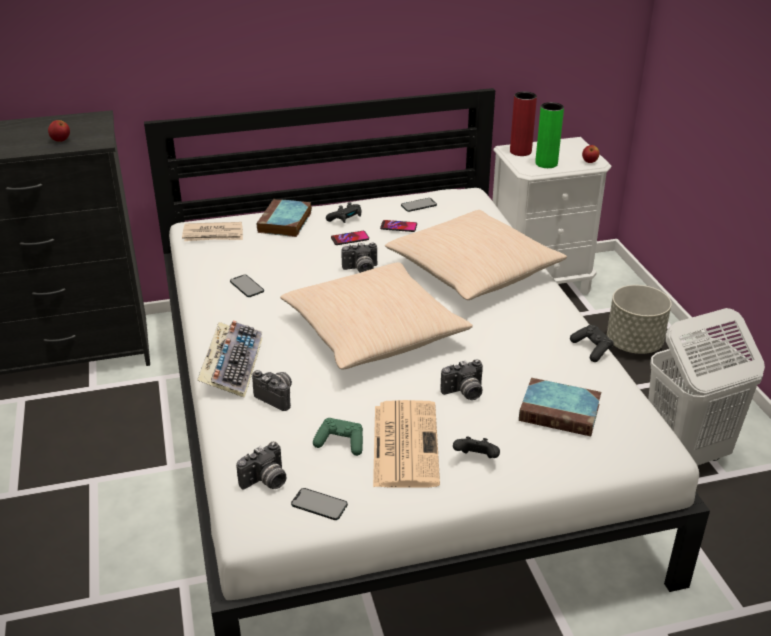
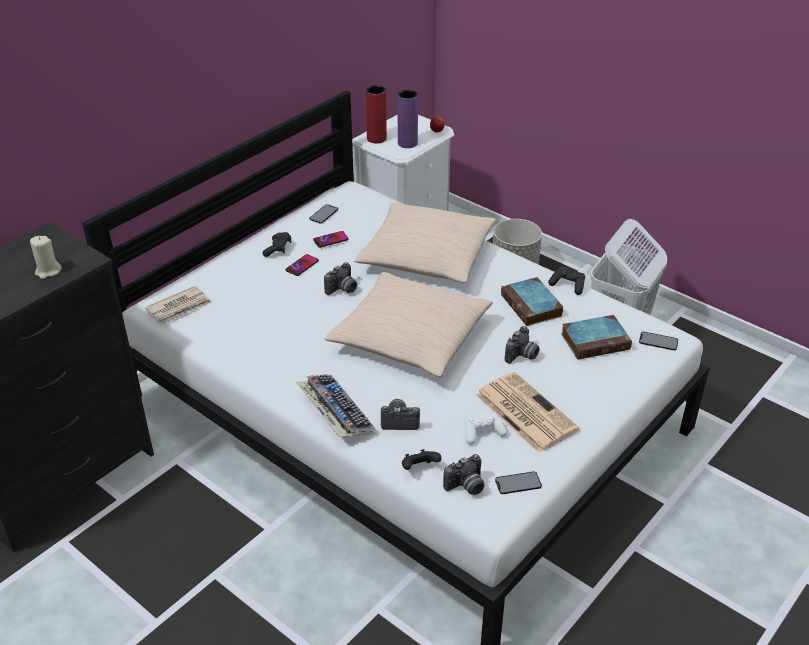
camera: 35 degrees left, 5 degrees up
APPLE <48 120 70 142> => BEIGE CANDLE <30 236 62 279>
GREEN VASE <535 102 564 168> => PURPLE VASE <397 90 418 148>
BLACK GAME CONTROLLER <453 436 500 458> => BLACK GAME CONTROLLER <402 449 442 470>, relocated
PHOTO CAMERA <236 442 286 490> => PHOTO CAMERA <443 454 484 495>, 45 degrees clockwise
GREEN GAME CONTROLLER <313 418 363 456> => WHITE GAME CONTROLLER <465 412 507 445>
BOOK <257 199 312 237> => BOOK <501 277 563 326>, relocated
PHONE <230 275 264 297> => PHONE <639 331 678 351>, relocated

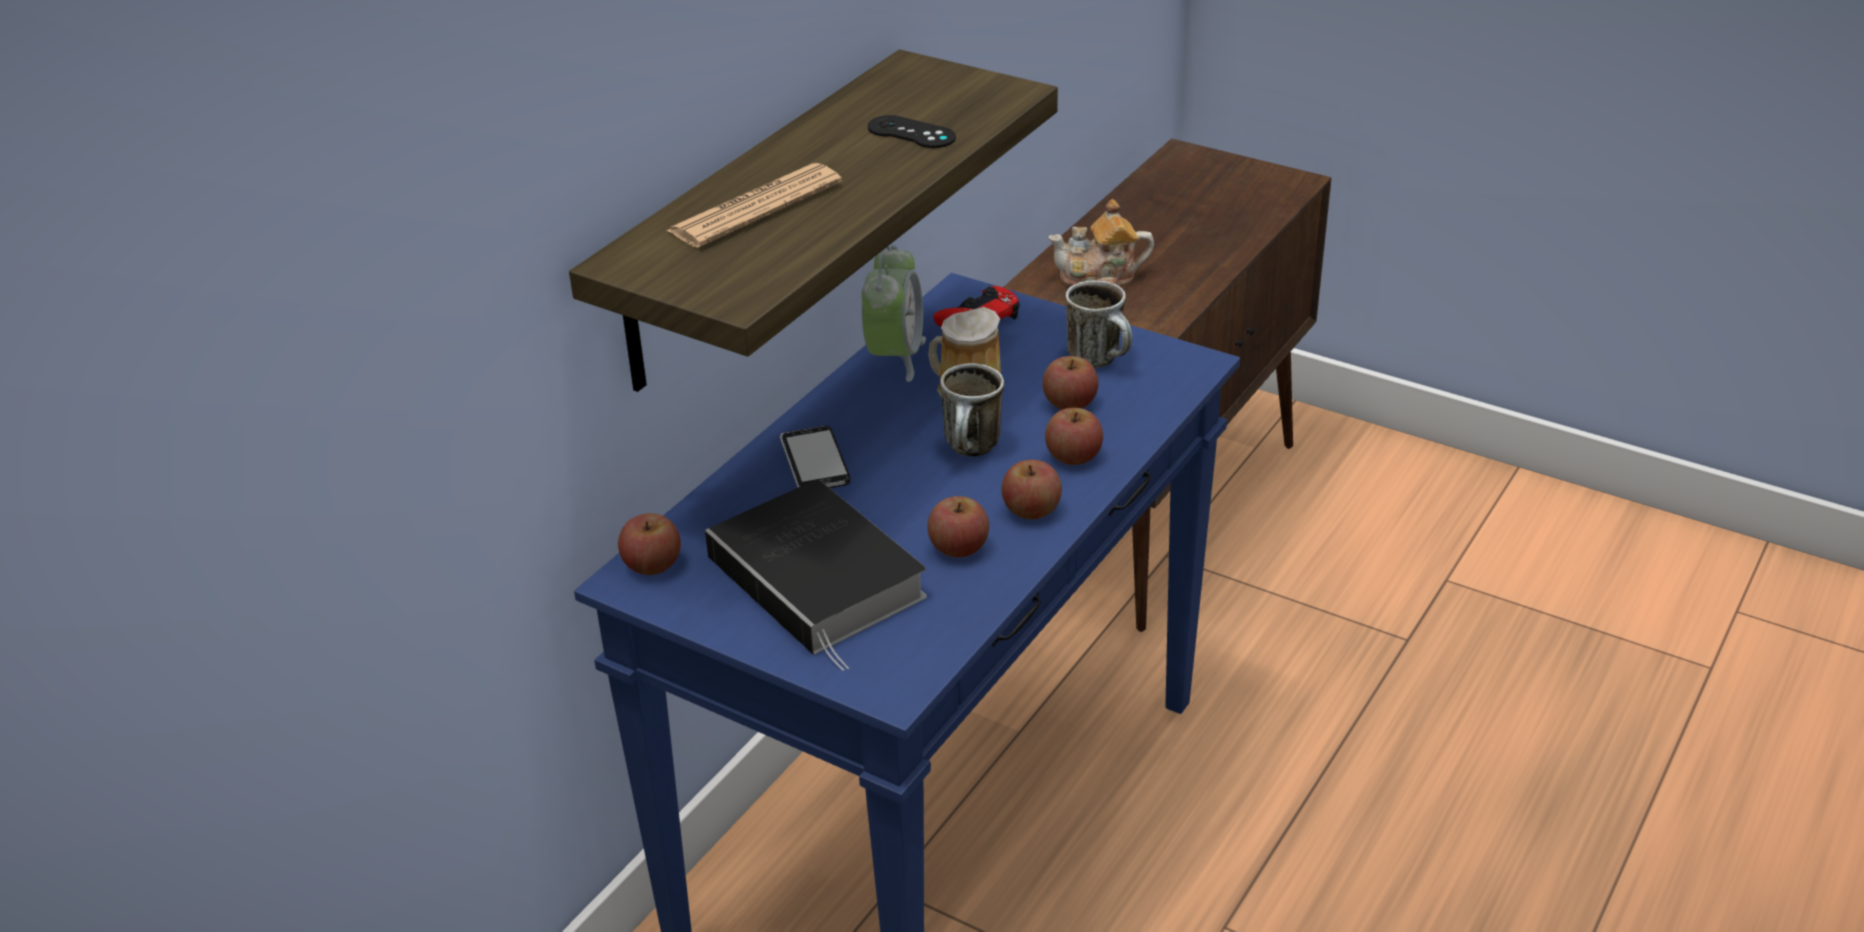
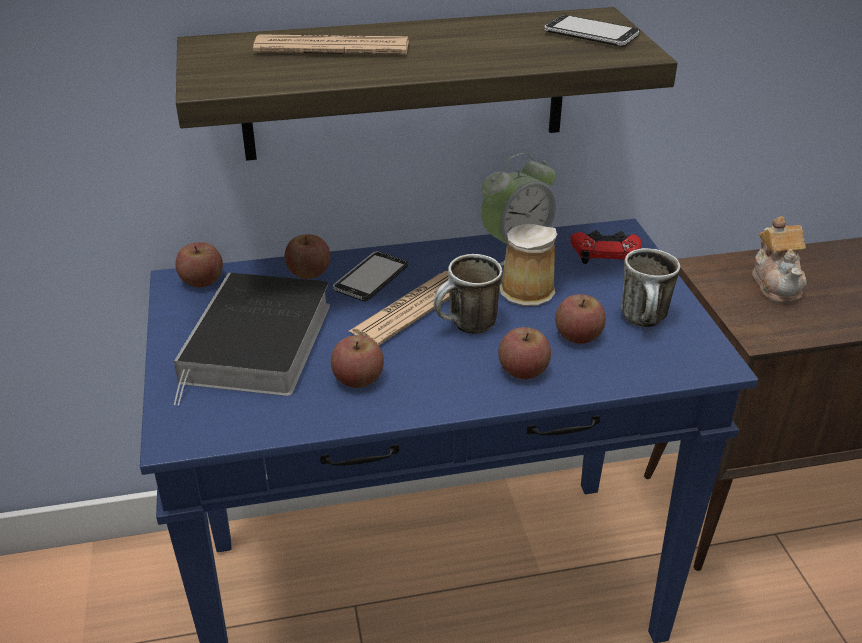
camera: 45 degrees right, 0 degrees up
APPLE <1001 460 1062 519> => APPLE <285 234 330 279>, relocated
nothing => NEWSPAPER <349 271 449 345>
nothing => PHONE <544 15 640 47>
TEAPOT <1048 199 1154 286> => TEAPOT <752 216 807 303>, 135 degrees counterclockwise
BLACK GAME CONTROLLER <868 115 956 148> => nothing

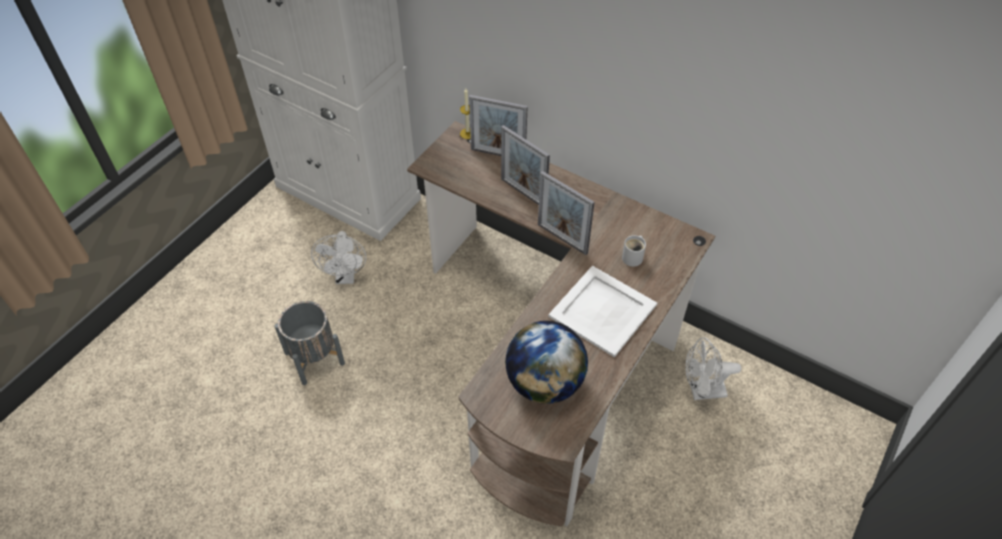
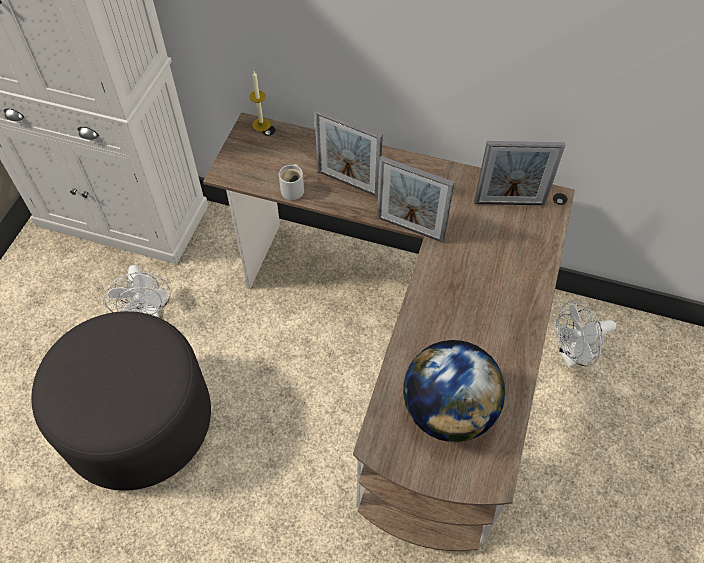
camera: 15 degrees left, 5 degrees up
GREY PLANTER <275 301 345 385> => GREY OTTOMAN <31 311 211 491>
WHITE MUG <622 235 646 267> => WHITE MUG <279 164 304 200>, relocated
PICTURE FRAME <469 95 528 156> => PICTURE FRAME <474 141 566 206>, relocated
WHITE TRAY <548 266 657 358> => nothing

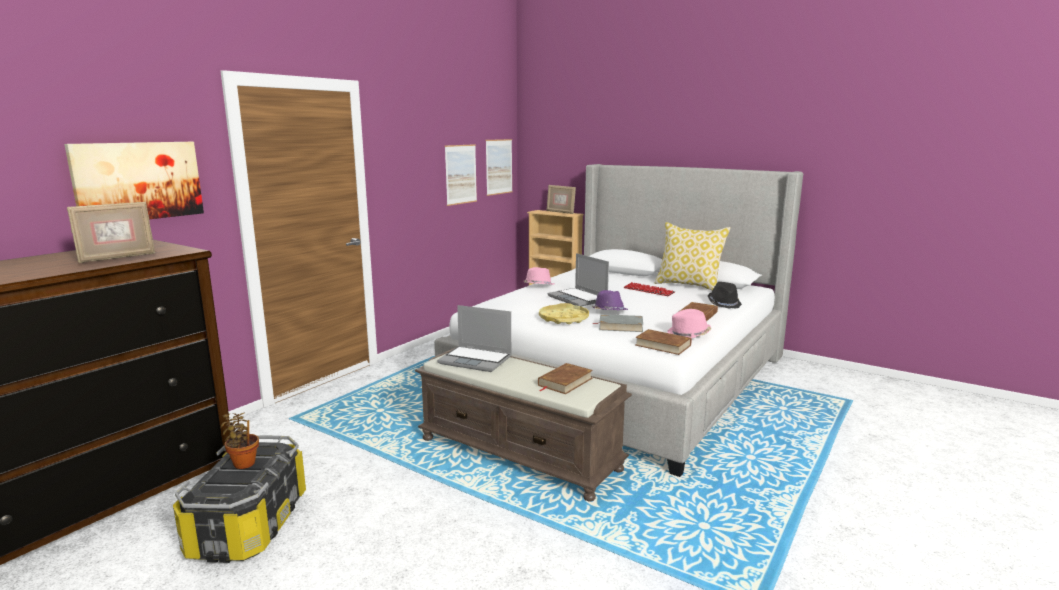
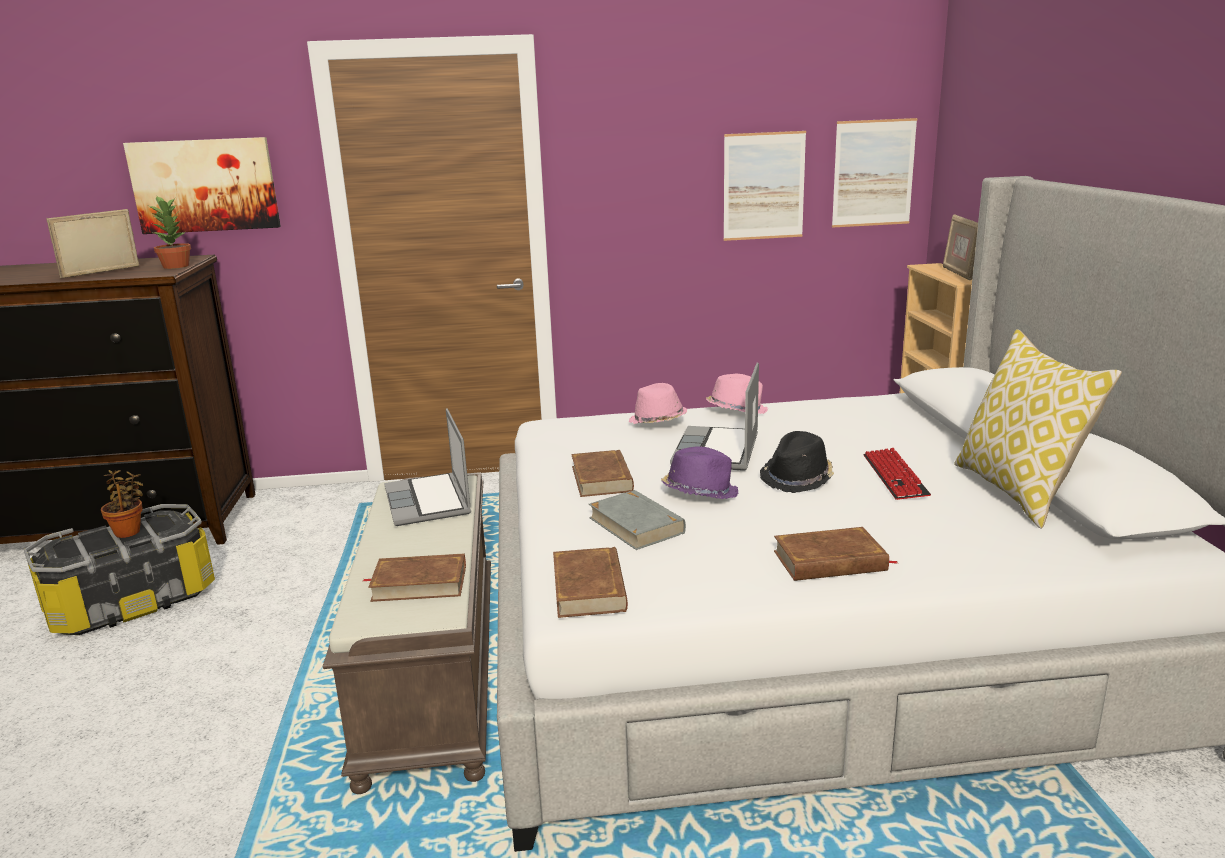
camera: 50 degrees right, 5 degrees up
PICTURE FRAME <67 201 156 263> => PICTURE FRAME <46 209 139 278>, 135 degrees clockwise
nothing => POTTED PLANT <149 195 191 269>
YELLOW TRAY <539 303 589 324> => BROWN BOOK <571 450 634 497>
PINK HAT <667 309 712 338> => PINK HAT <629 383 687 424>, relocated
BLACK HAT <708 282 742 309> => BLACK HAT <760 431 834 493>, relocated

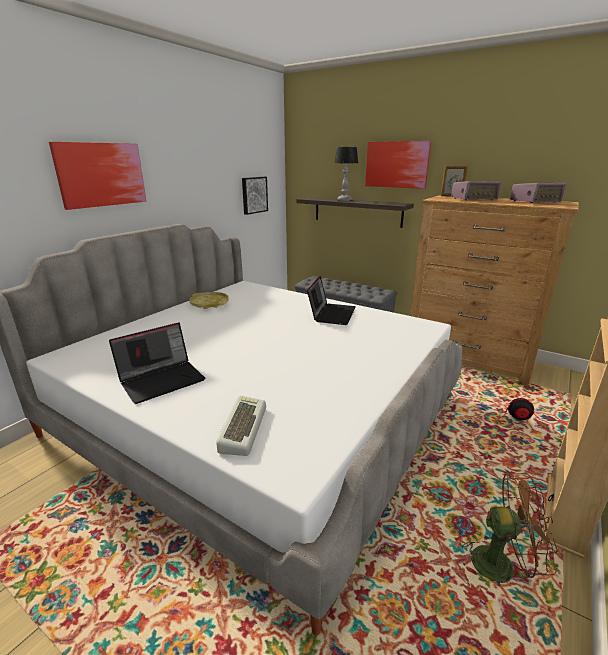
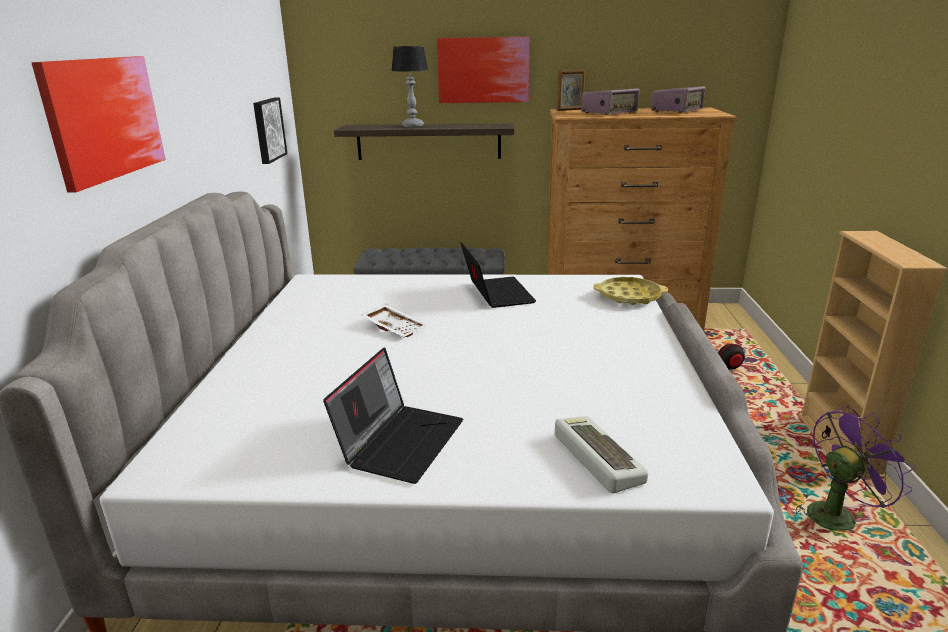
camera: 30 degrees left, 0 degrees up
nothing => WHITE TRAY <361 304 427 337>
YELLOW TRAY <190 292 229 309> => YELLOW TRAY <593 277 668 305>, relocated
BROWN FAN <462 472 558 586> => PURPLE FAN <794 406 916 533>

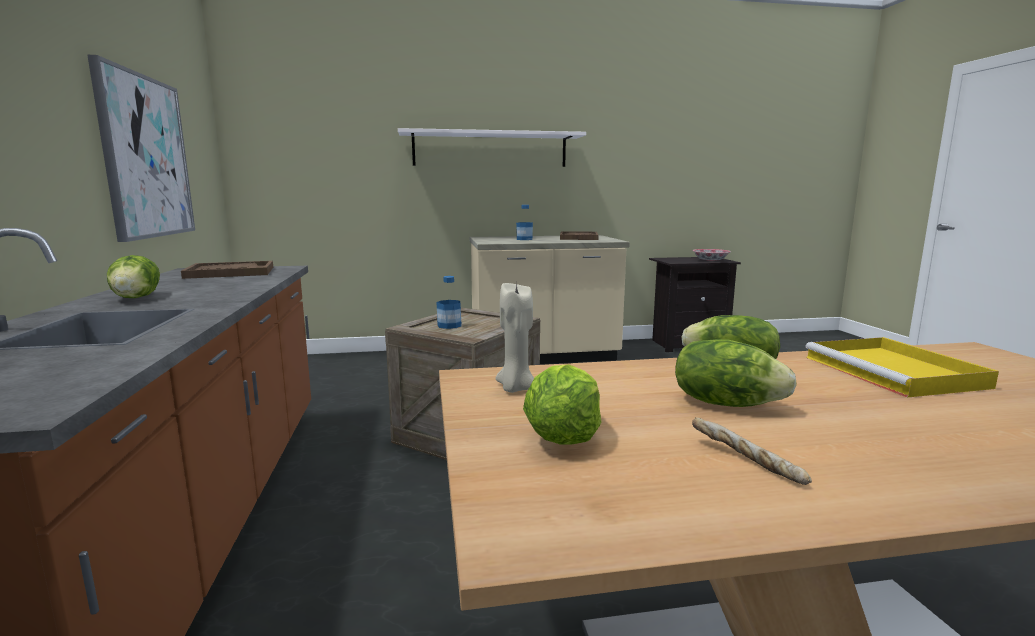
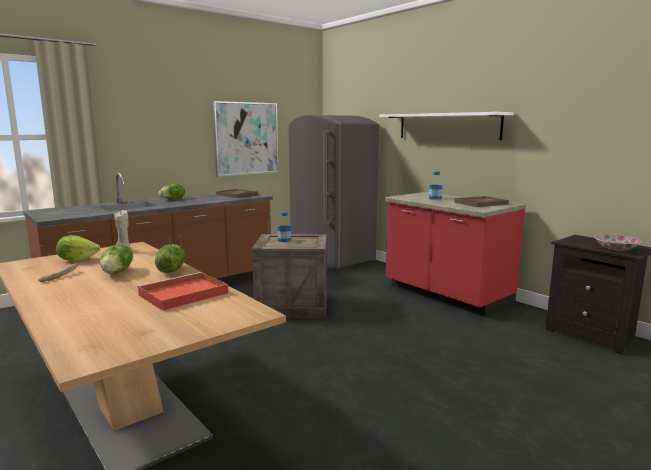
camera: 60 degrees right, 0 degrees up
YELLOW TRAY <805 337 999 398> => RED TRAY <137 272 228 311>
nothing => GREY FRIDGE <289 115 379 269>
BEIGE COUNTER <470 235 630 364> => RED COUNTER <384 192 526 317>

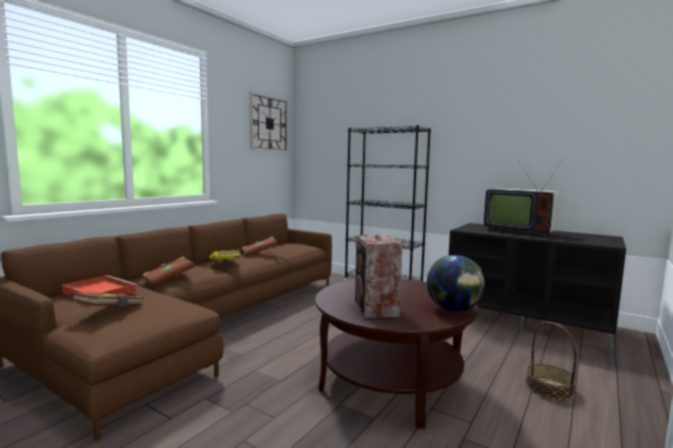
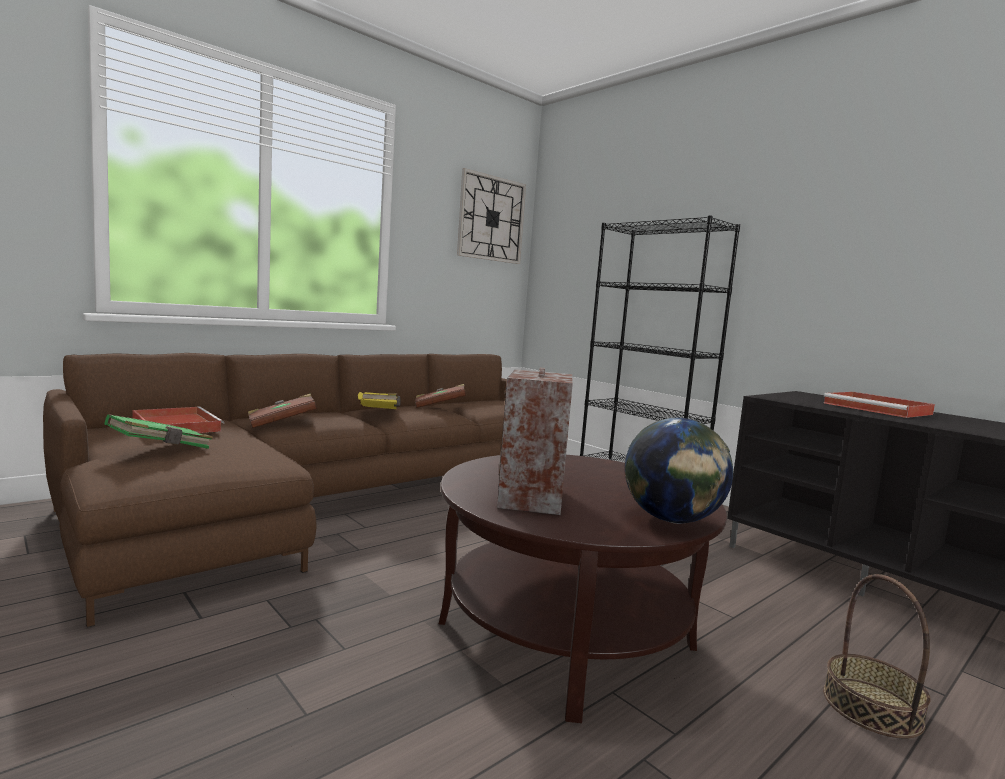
camera: 15 degrees right, 0 degrees up
BROWN BOOK <69 292 144 307> => GREEN BOOK <105 414 213 449>
TELEVISION <484 159 564 236> => RED TRAY <824 392 935 418>

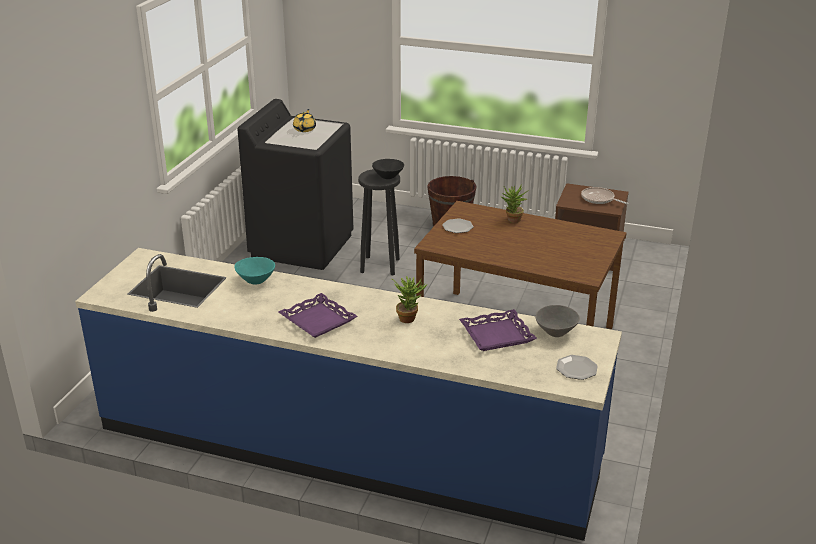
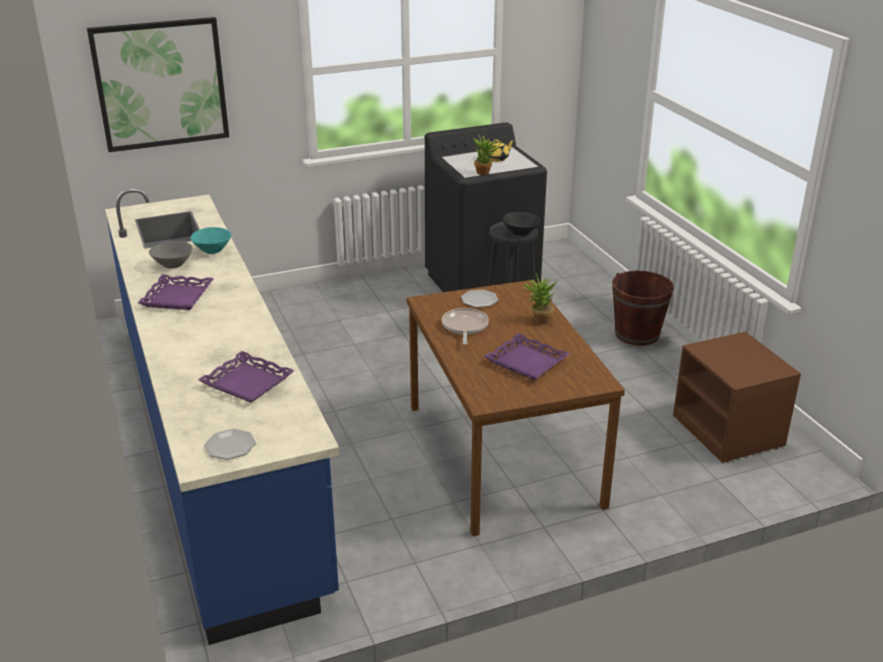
camera: 50 degrees right, 0 degrees up
nothing => PICTURE <87 17 229 152>
GREY BOWL <536 305 580 337> => GREY BOWL <149 241 192 269>, relocated
FRYING PAN <581 187 629 204> => FRYING PAN <442 308 489 345>, relocated
POTTED PLANT <391 276 428 323> => POTTED PLANT <473 135 502 175>, relocated
nothing => PURPLE TRAY <484 333 570 380>

